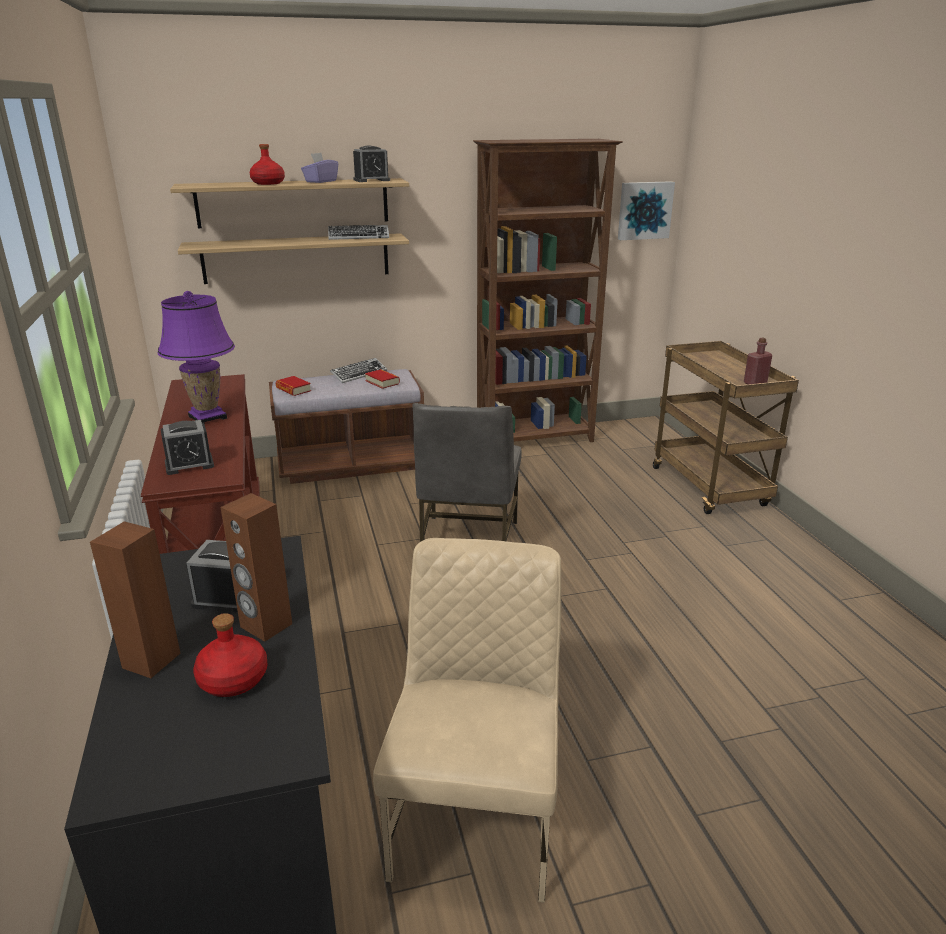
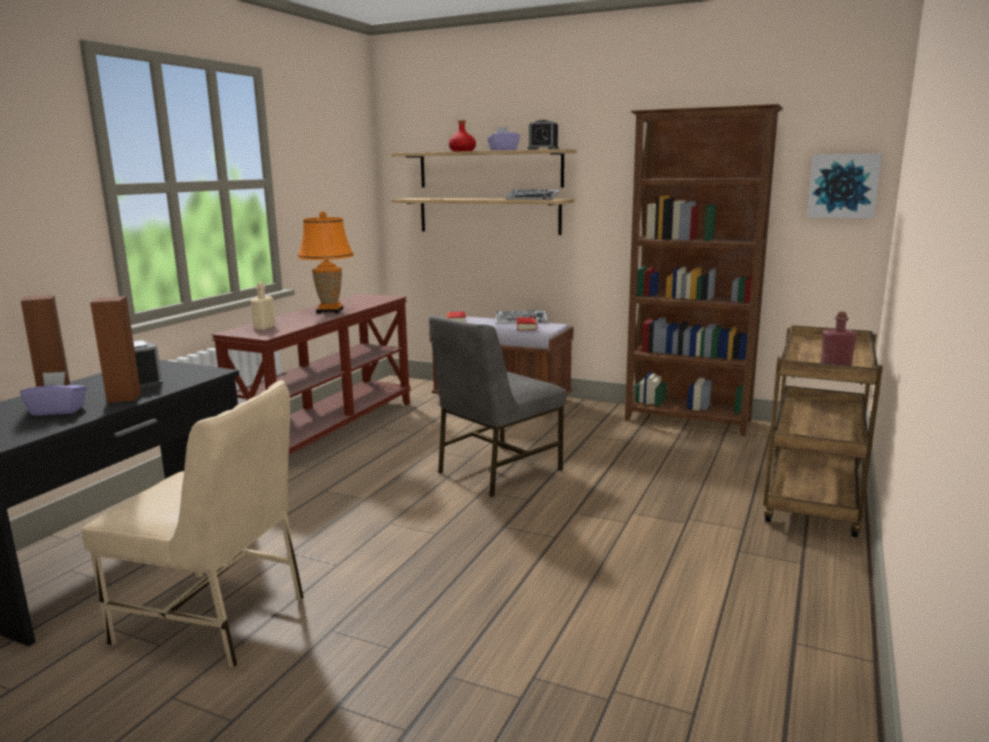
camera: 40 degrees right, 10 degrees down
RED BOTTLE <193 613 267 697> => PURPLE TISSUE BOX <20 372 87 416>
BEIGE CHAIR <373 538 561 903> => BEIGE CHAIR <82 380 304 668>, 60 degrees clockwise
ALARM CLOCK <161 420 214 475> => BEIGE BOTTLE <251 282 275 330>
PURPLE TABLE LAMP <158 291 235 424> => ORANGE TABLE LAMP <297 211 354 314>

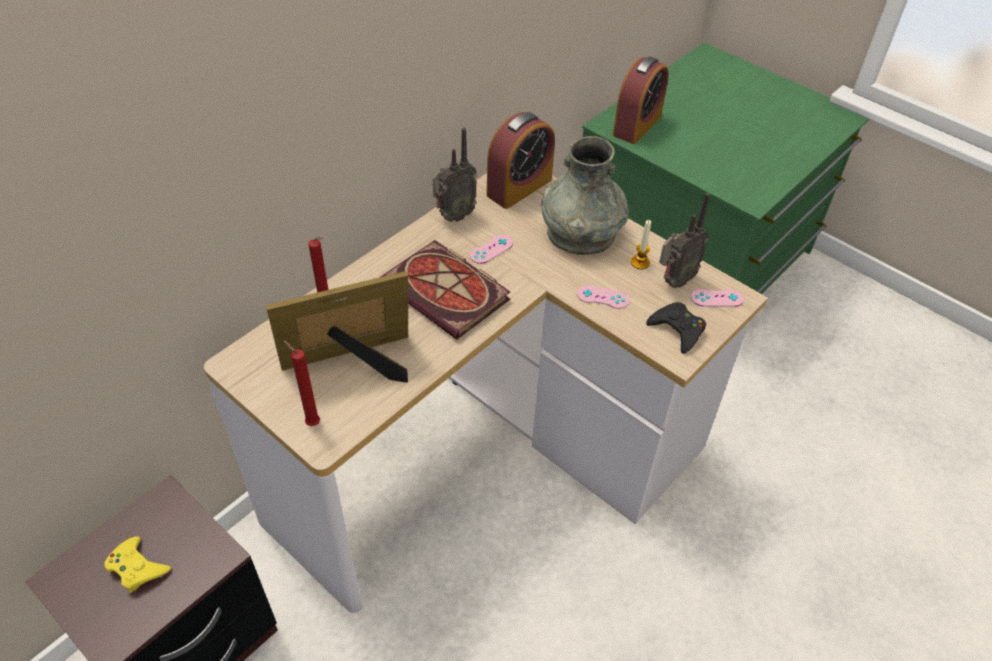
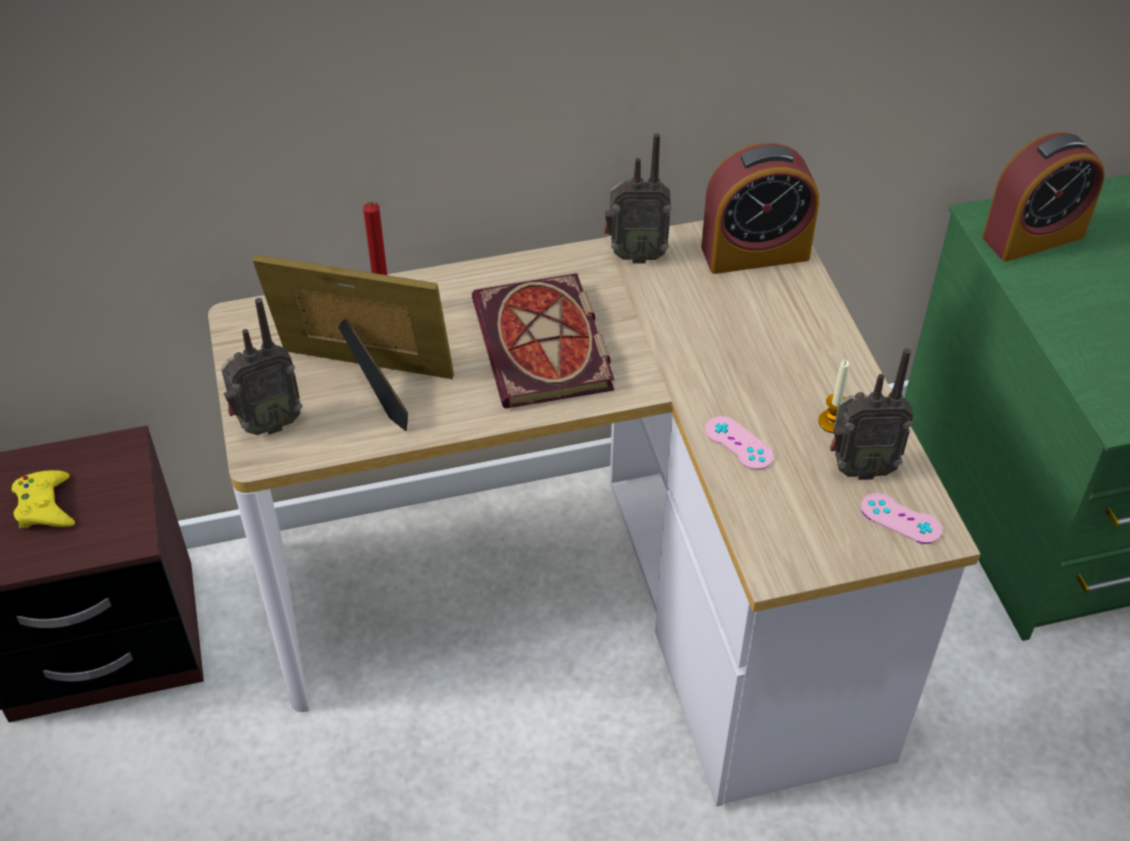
camera: 35 degrees right, 0 degrees up
RED CANDLE <284 341 320 426> => RADIO <221 298 302 435>
PINK GAME CONTROLLER <470 235 513 264> => nothing
GREY VASE <541 136 629 255> => nothing
BLACK GAME CONTROLLER <646 302 706 354> => nothing

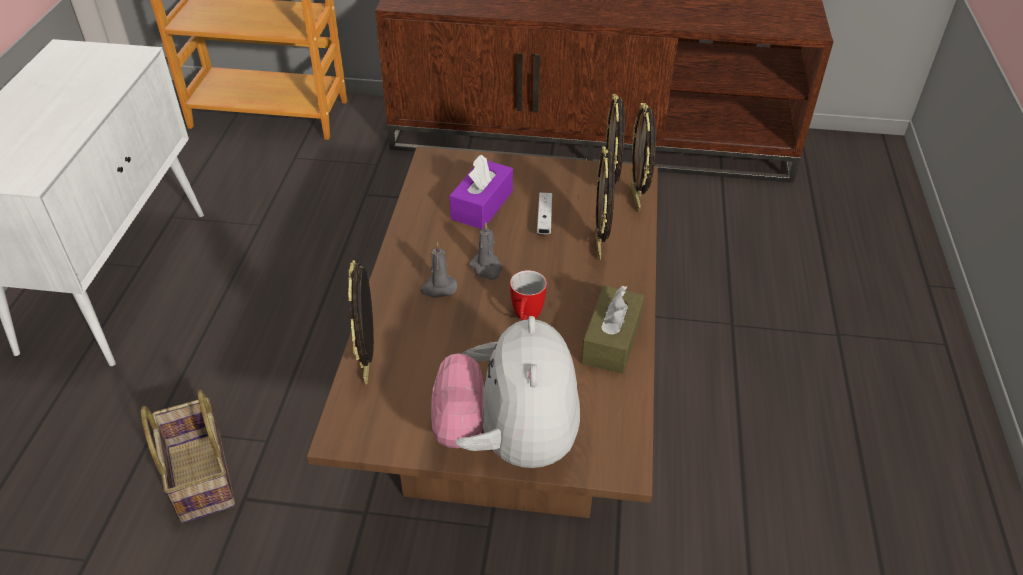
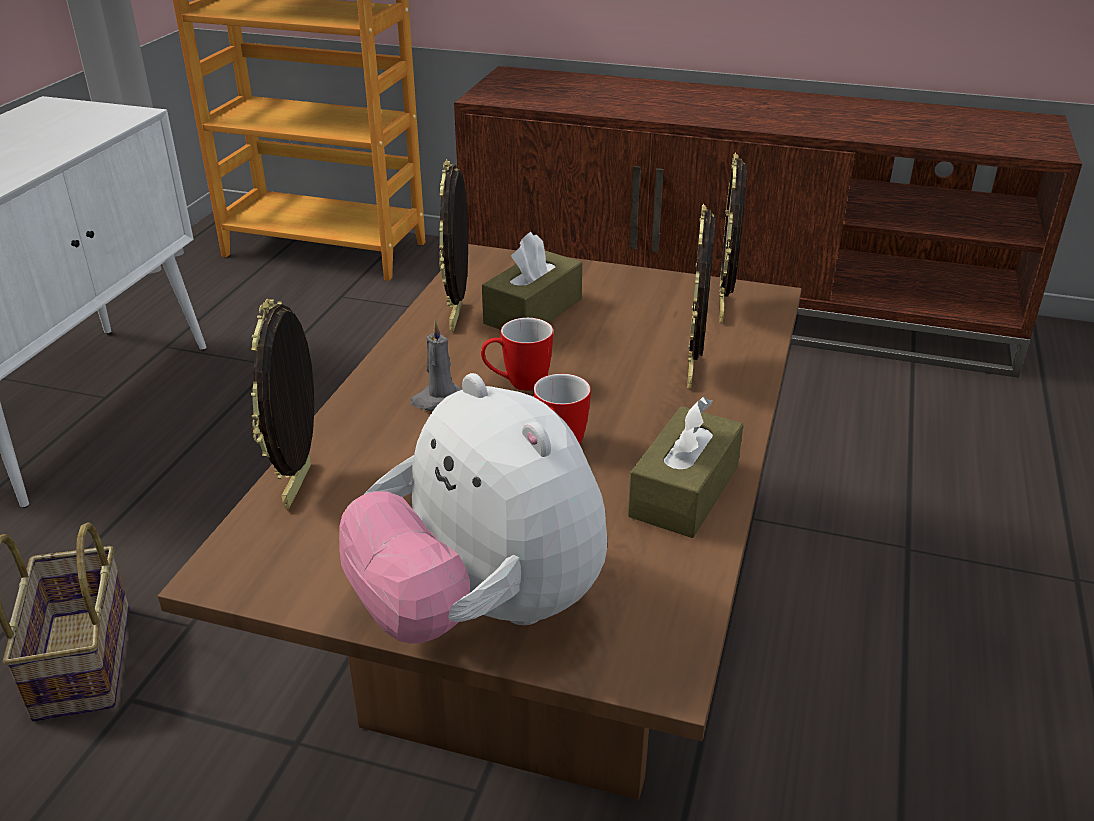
camera: 10 degrees right, 10 degrees down
PLUSH TOY <431 316 580 468> => PLUSH TOY <339 373 607 644>, 45 degrees counterclockwise
PICTURE FRAME <630 103 656 212> => PICTURE FRAME <439 159 468 331>, relocated
GREY CANDLE <470 222 502 280> => MUG <481 318 553 391>
PURPLE TISSUE BOX <449 155 513 229> => BROWN TISSUE BOX <482 232 582 330>
WHITE GAME CONTROLLER <537 193 552 234> => nothing

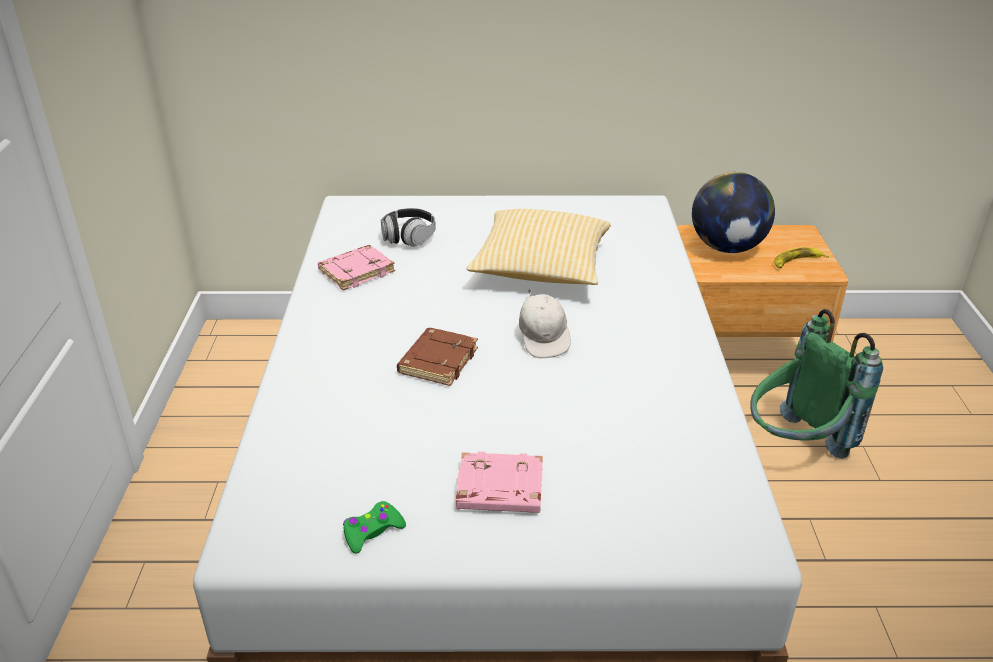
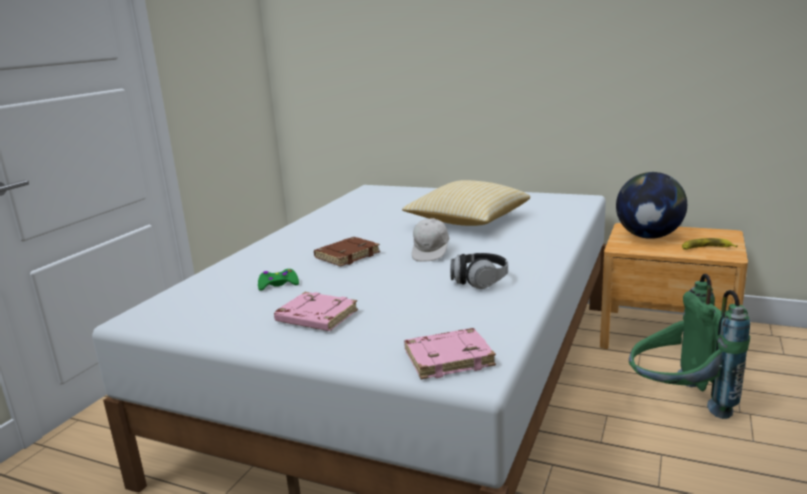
camera: 25 degrees right, 15 degrees down
GREEN GAME CONTROLLER <343 501 406 554> => GREEN GAME CONTROLLER <258 269 299 291>, relocated
PINK BOOK <318 245 395 290> => PINK BOOK <404 328 496 379>, relocated
HEADPHONES <381 208 436 247> => HEADPHONES <450 253 508 289>, relocated

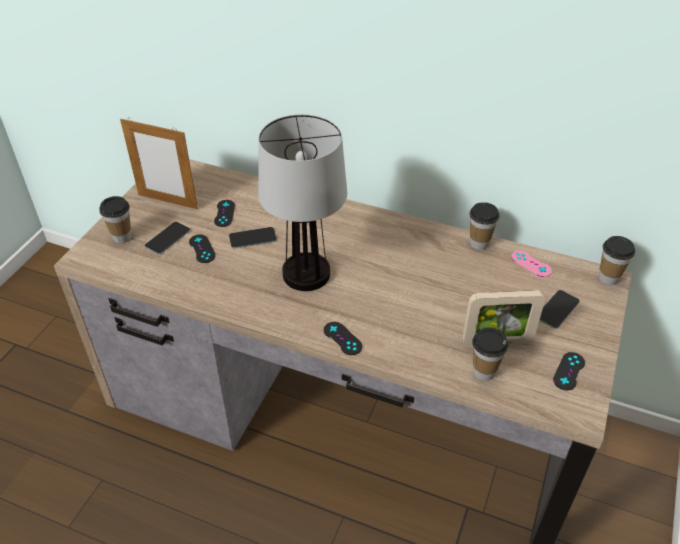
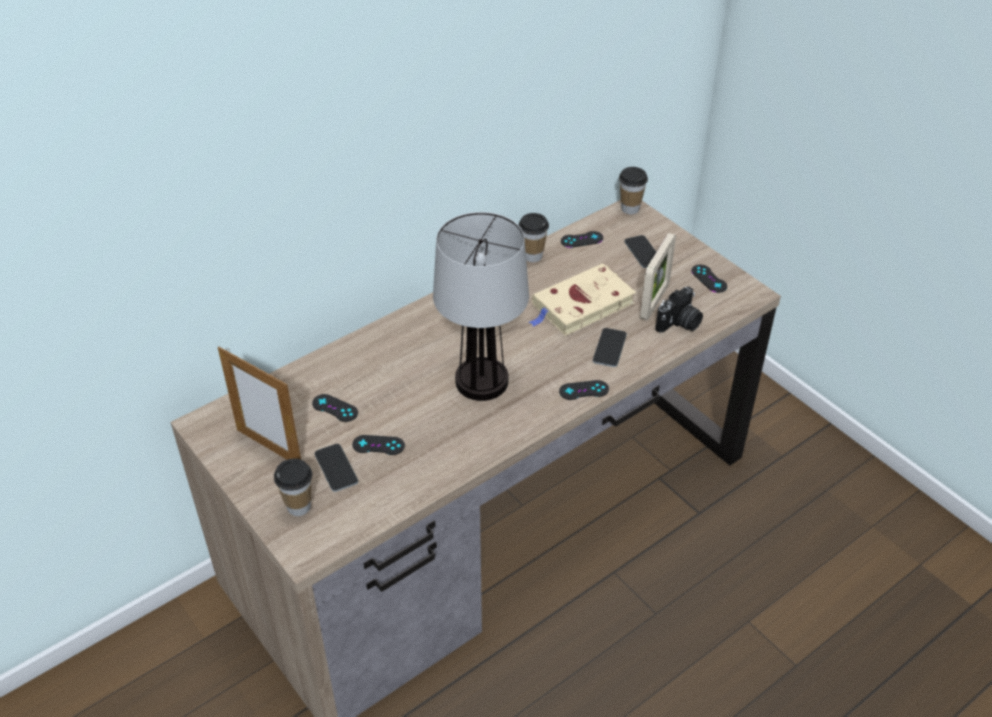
camera: 60 degrees left, 0 degrees up
PICTURE FRAME <120 118 198 209> => PICTURE FRAME <218 346 301 460>, 75 degrees clockwise
nothing => BEIGE BOOK <528 263 636 336>
PINK GAME CONTROLLER <512 250 552 277> => BLACK GAME CONTROLLER <561 231 603 248>
PHONE <229 227 277 248> => PHONE <593 328 627 367>, relocated
CUP <472 328 508 381> => PHOTO CAMERA <655 287 703 333>

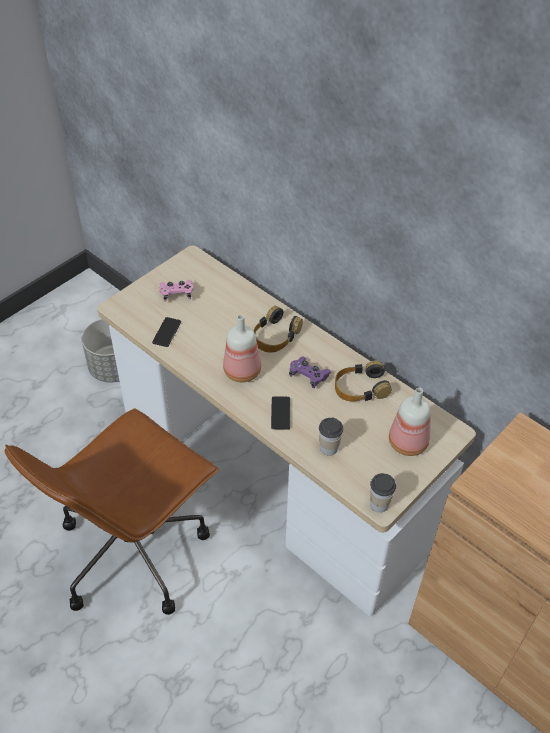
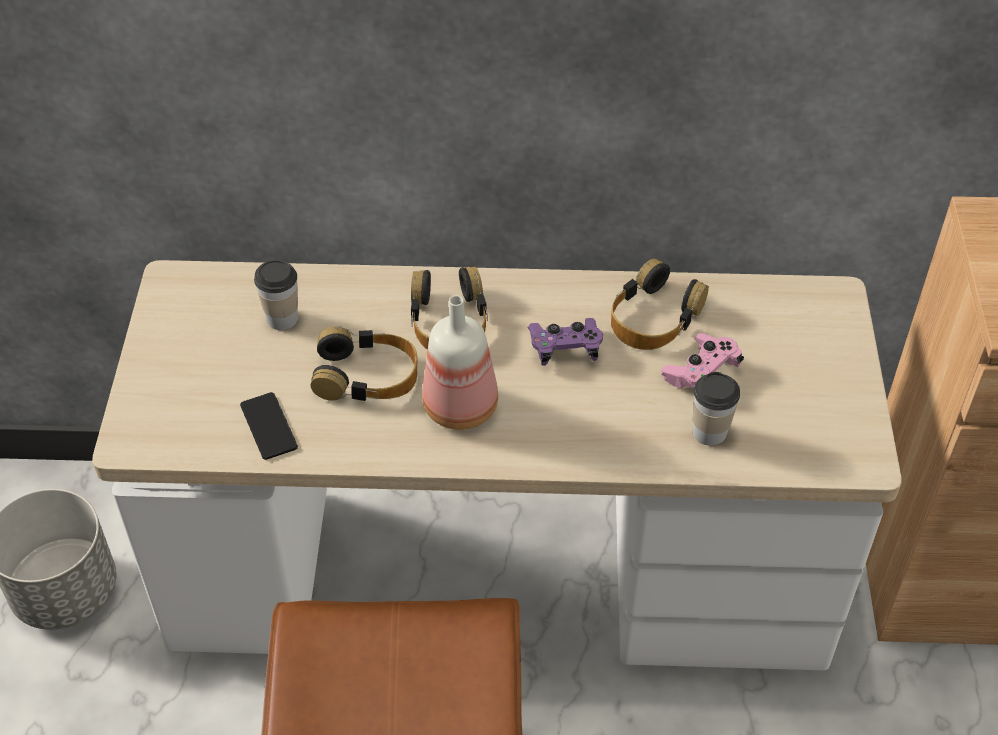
camera: 40 degrees left, 0 degrees up
CUP <370 473 396 513> => CUP <254 260 298 330>, relocated
nothing => HEADPHONES <311 326 417 401>
PINK GAME CONTROLLER <159 280 194 301> => PINK GAME CONTROLLER <661 333 744 388>, relocated
PHONE <271 396 290 430> => nothing
BOTTLE <389 387 430 456> => nothing

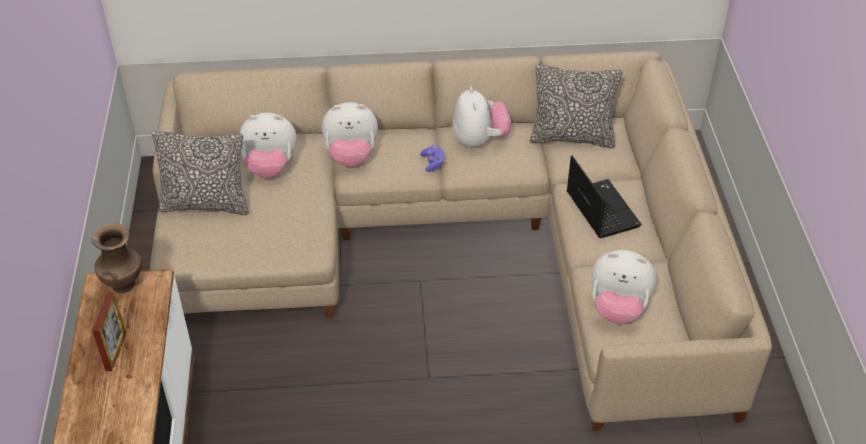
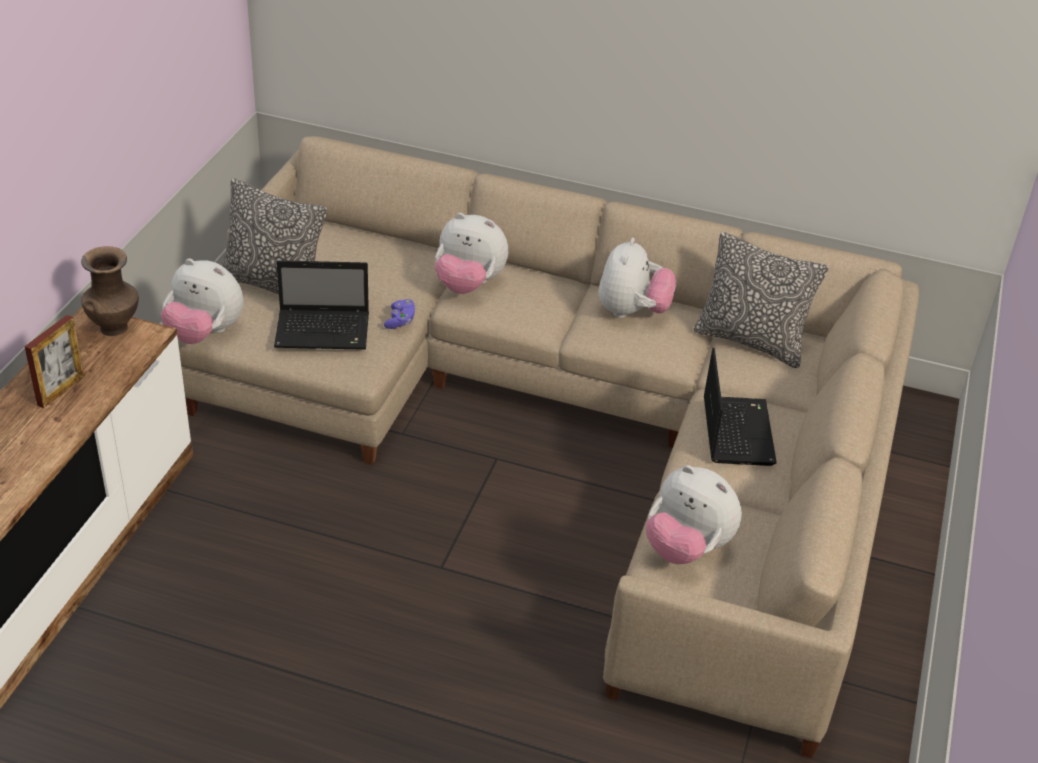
camera: 20 degrees right, 5 degrees down
PLUSH TOY <239 113 297 178> => PLUSH TOY <161 258 244 344>, relocated
nothing => LAPTOP <274 260 369 350>
PURPLE GAME CONTROLLER <420 145 444 172> => PURPLE GAME CONTROLLER <384 299 415 329>, relocated

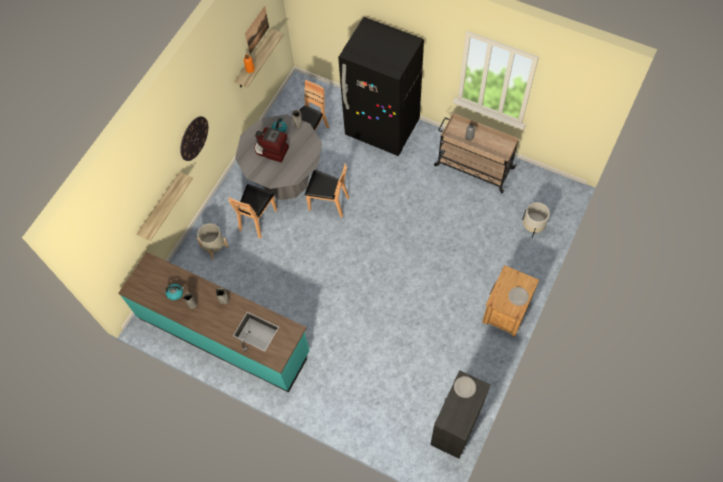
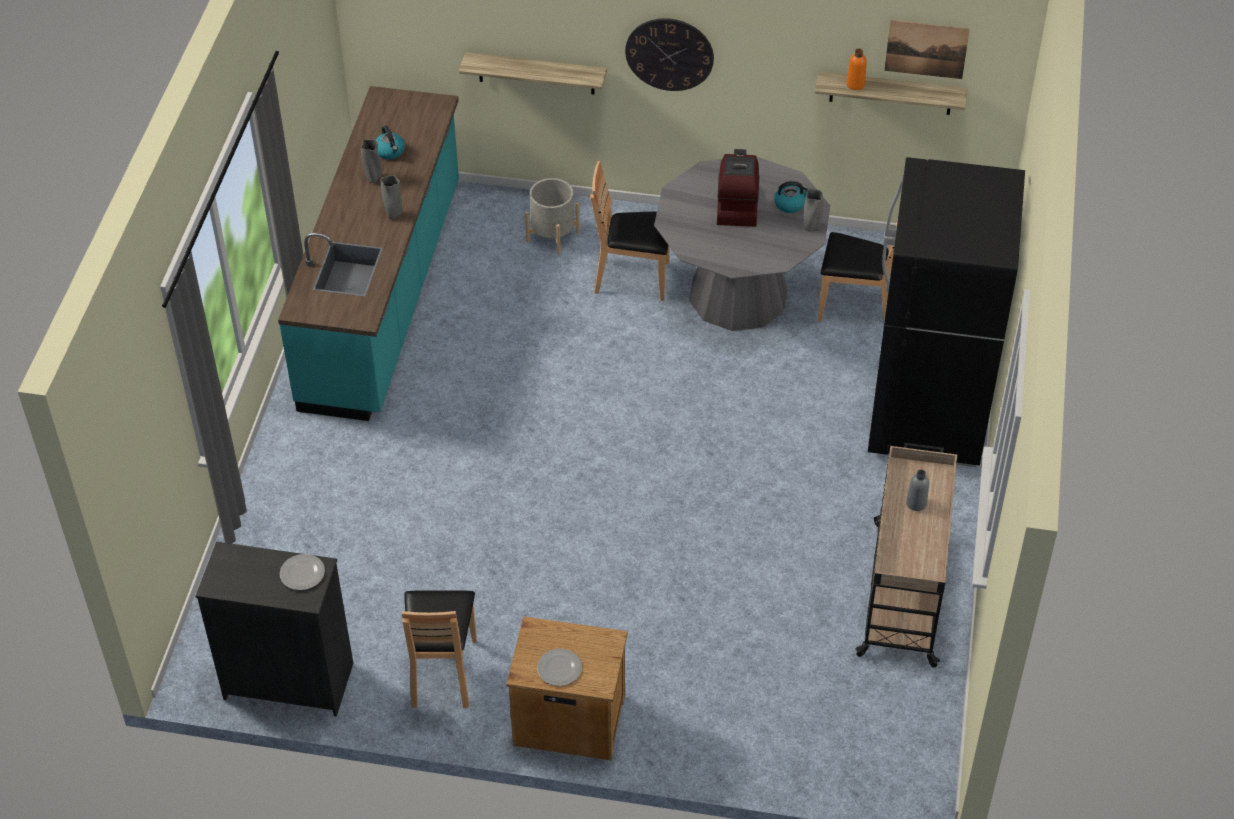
camera: 70 degrees right, 15 degrees down
BROWN CHAIR <305 163 349 217> => BROWN CHAIR <402 591 477 708>, relocated
WHITE PLANTER <522 202 550 238> => nothing

